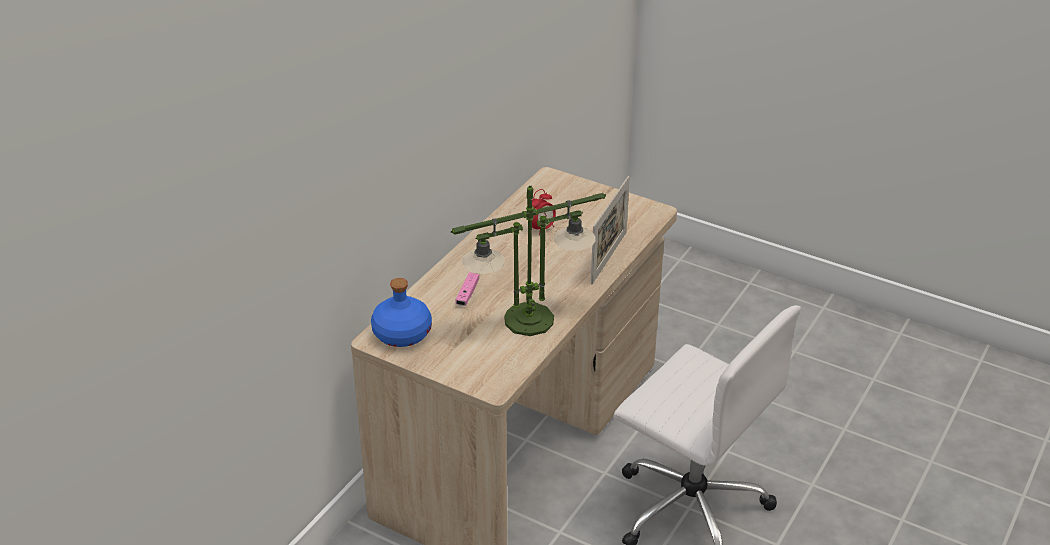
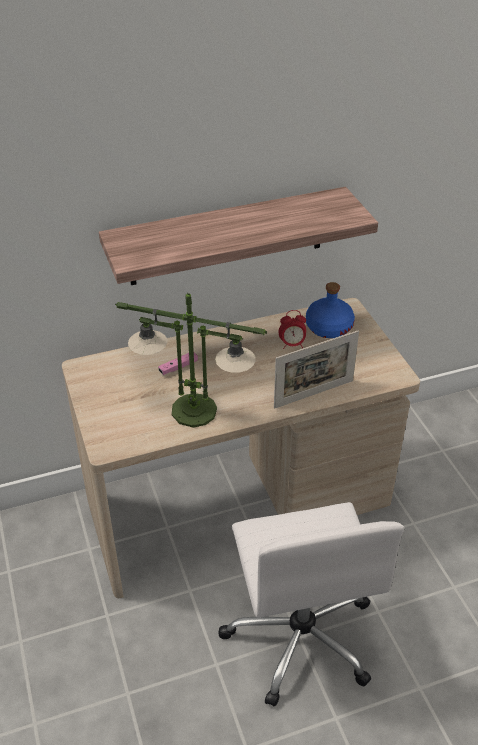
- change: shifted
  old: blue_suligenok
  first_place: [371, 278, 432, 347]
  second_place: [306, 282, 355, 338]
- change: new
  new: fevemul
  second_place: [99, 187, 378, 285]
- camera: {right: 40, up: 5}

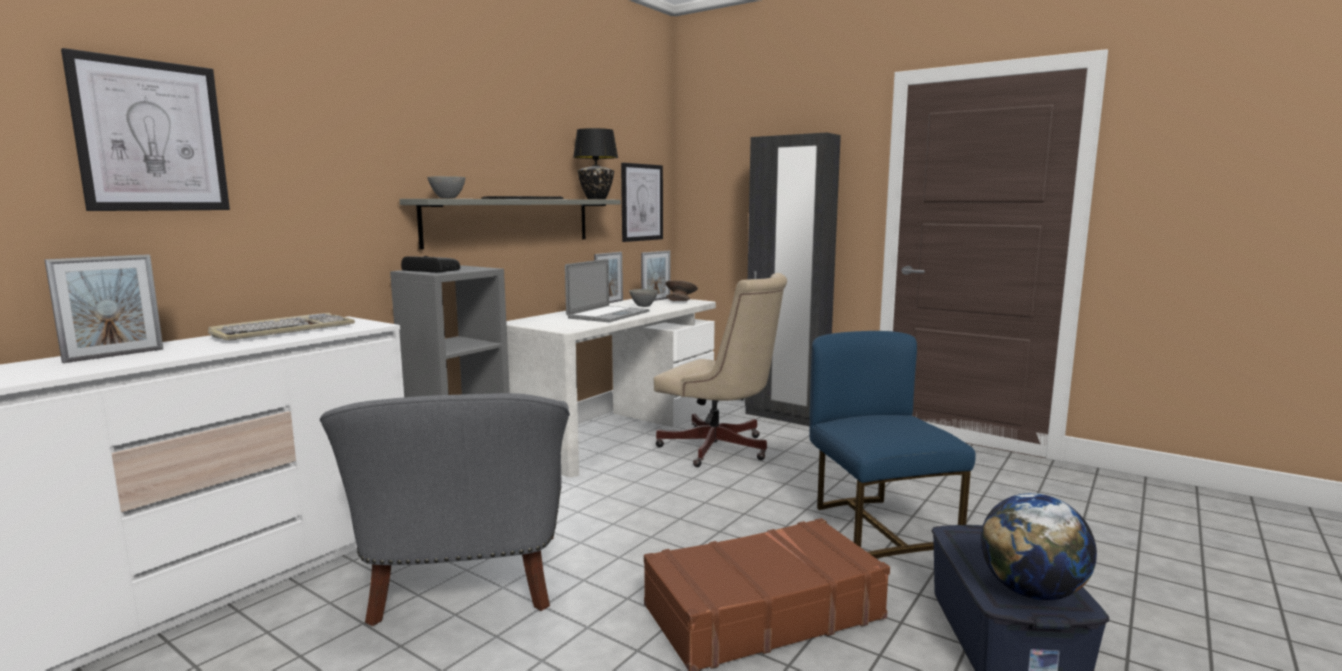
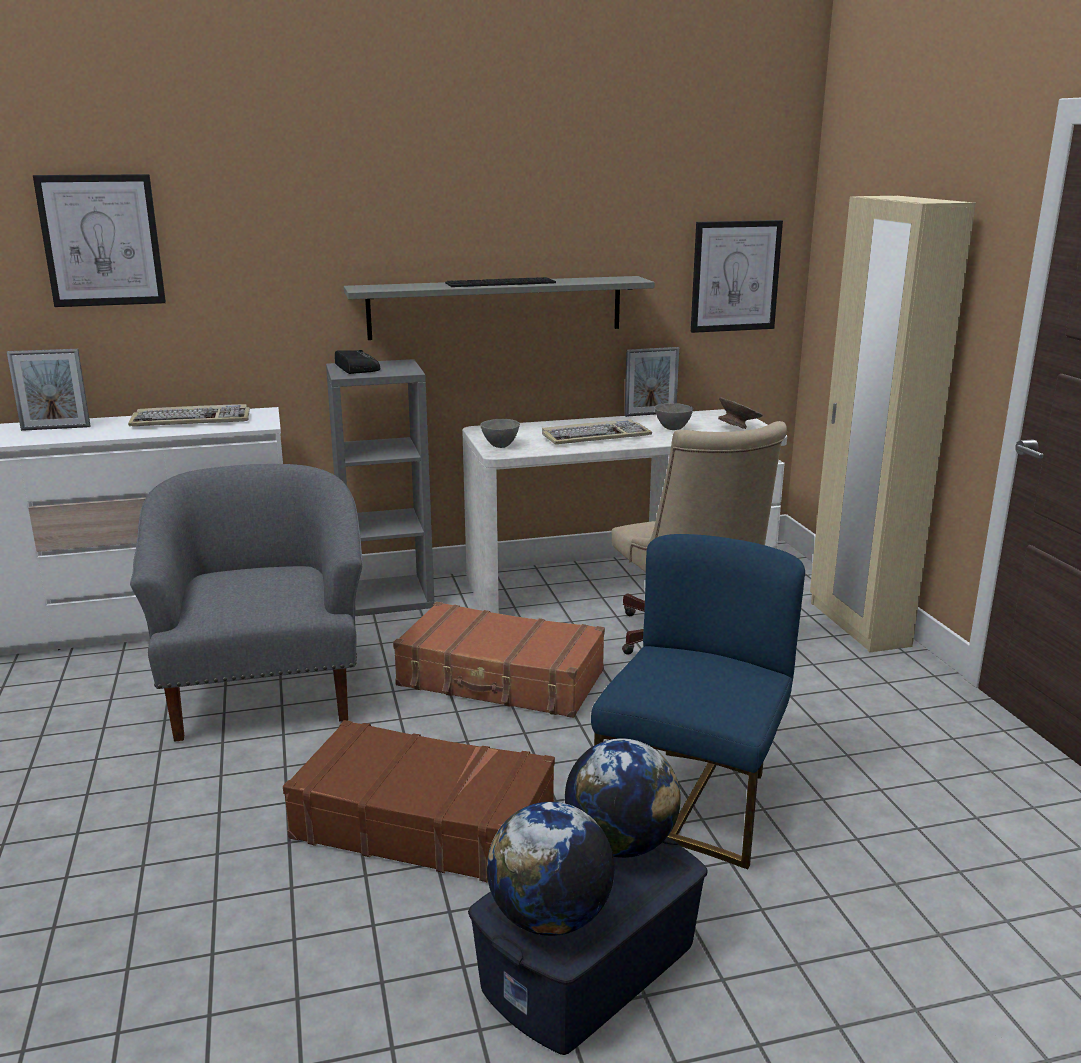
- change: rotated
  old: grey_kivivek
  first_place: [320, 393, 570, 626]
  second_place: [130, 464, 363, 742]
  degrees: 135
- change: shifted
  old: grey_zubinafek
  first_place: [427, 176, 465, 198]
  second_place: [480, 419, 520, 448]
- change: swapped
  old: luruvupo
  new: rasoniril
  first_place: [565, 259, 650, 322]
  second_place: [542, 419, 652, 444]
- change: gone
  old: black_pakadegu
  first_place: [573, 128, 618, 199]
- change: gone
  old: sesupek
  first_place: [641, 251, 671, 301]
- change: repainted
  old: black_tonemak
  new: beige_tonemak
  first_place: [745, 132, 841, 426]
  second_place: [810, 196, 976, 653]
- change: new
  new: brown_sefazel
  second_place: [393, 602, 605, 718]
- change: new
  new: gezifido
  second_place: [565, 738, 681, 858]
- camera: {right: 40, up: 10}

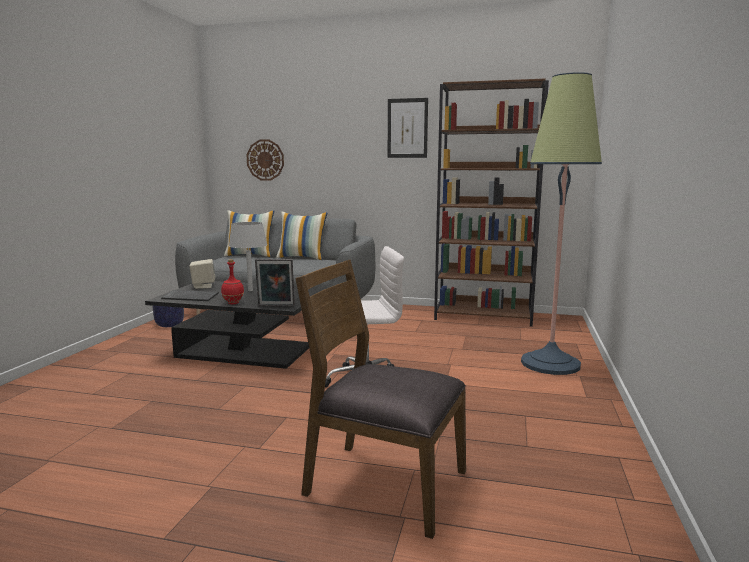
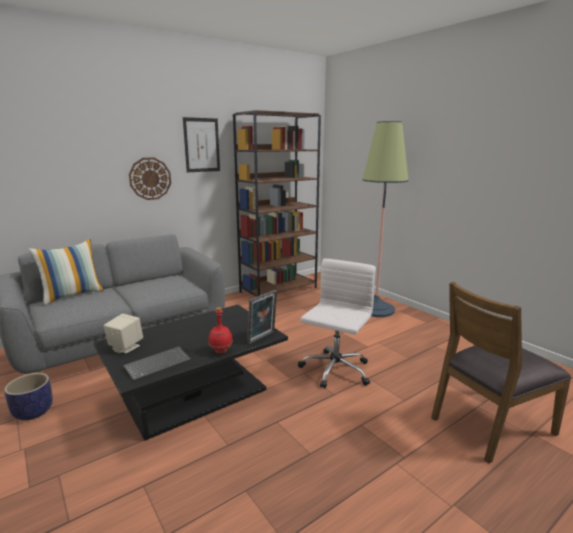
- change: gone
  old: grey_pakadegu
  first_place: [229, 222, 267, 291]
- change: shifted
  old: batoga
  first_place: [247, 140, 284, 181]
  second_place: [129, 158, 171, 200]
- change: gone
  old: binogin
  first_place: [276, 211, 327, 260]
- camera: {right: -50, up: 5}

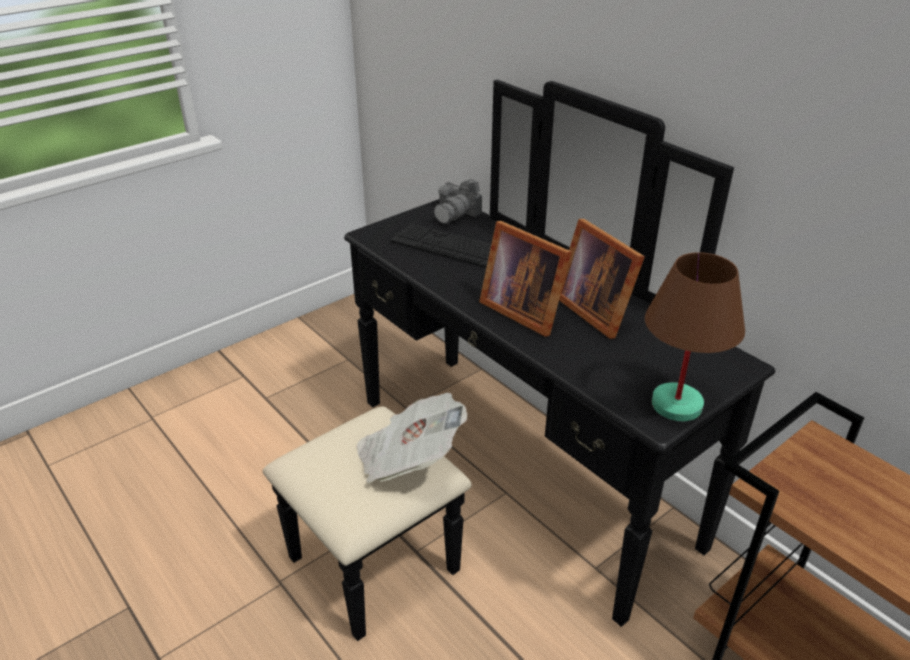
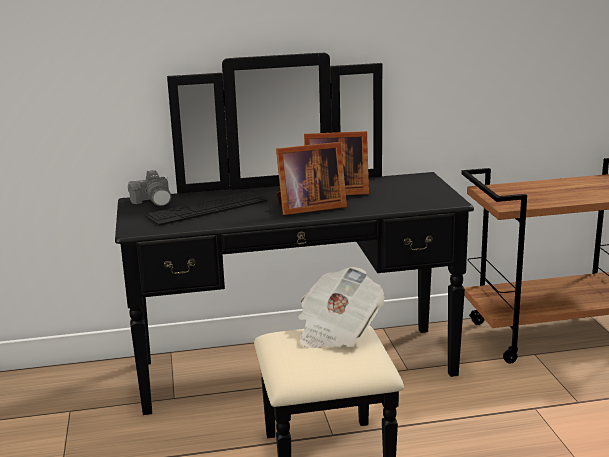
- change: gone
  old: brown_pakadegu
  first_place: [645, 252, 745, 421]
- camera: {right: -60, up: -15}

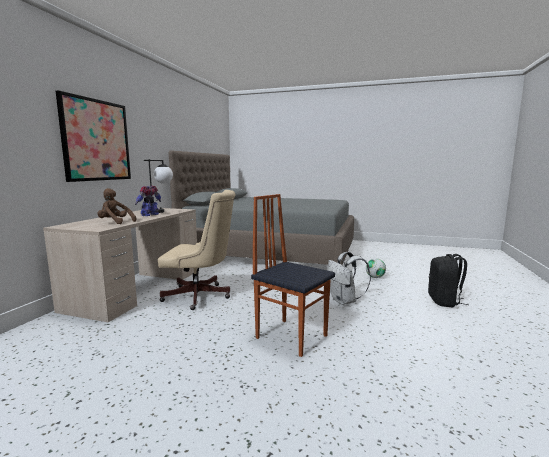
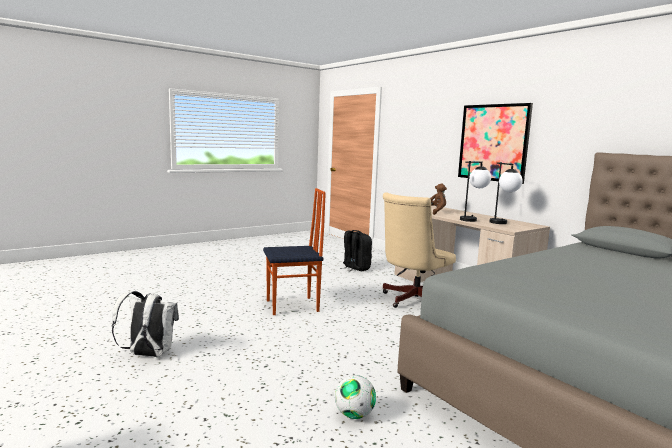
- change: swapped
  old: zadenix
  new: pakadegu
  first_place: [135, 186, 161, 216]
  second_place: [460, 161, 491, 222]
- change: shifted
  old: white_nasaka
  first_place: [327, 252, 371, 305]
  second_place: [112, 291, 179, 357]
- change: shifted
  old: black_nasaka
  first_place: [428, 254, 469, 308]
  second_place: [340, 230, 372, 272]
- camera: {right: 125, up: 0}

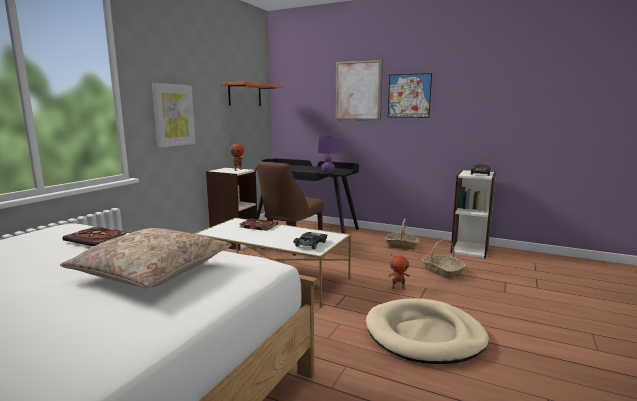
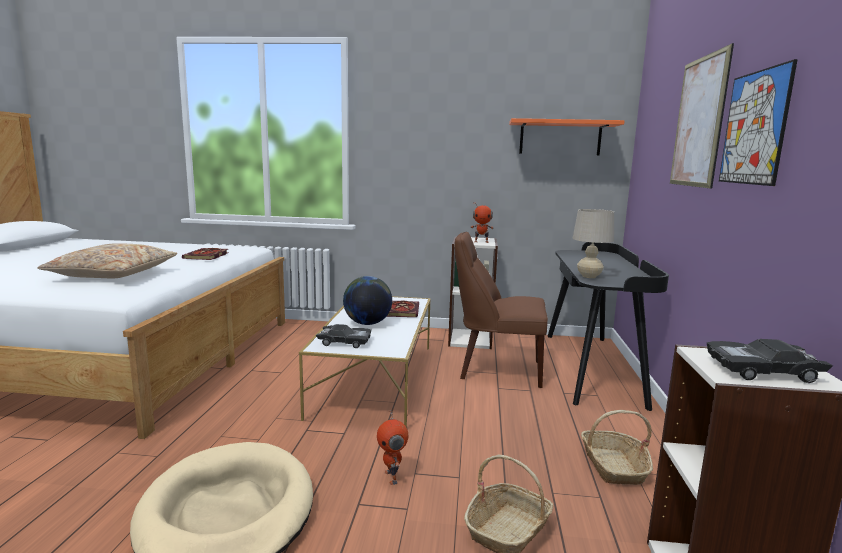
- change: gone
  old: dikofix
  first_place: [152, 83, 196, 148]
- change: repainted
  old: purple_pakadegu
  new: beige_pakadegu
  first_place: [318, 136, 339, 173]
  second_place: [573, 209, 614, 278]
- change: new
  new: gezifido
  second_place: [343, 276, 392, 325]
- camera: {right: 70, up: 0}

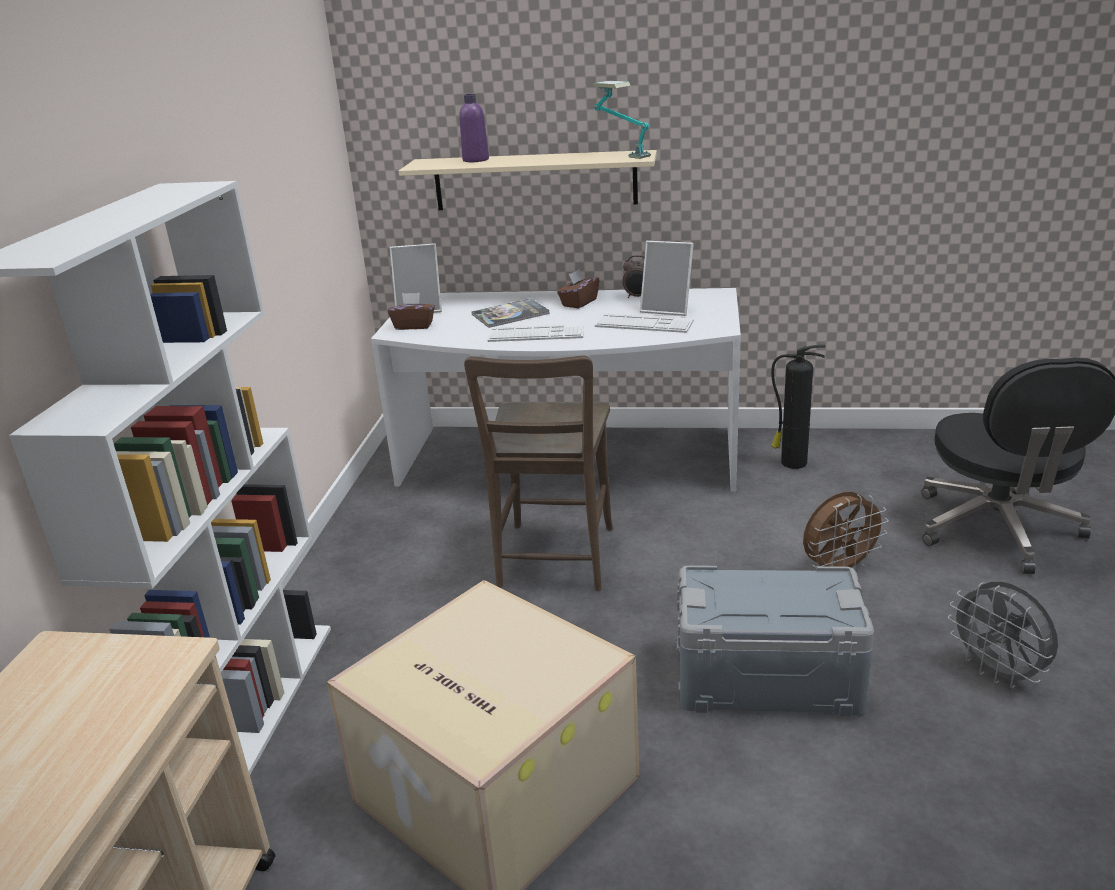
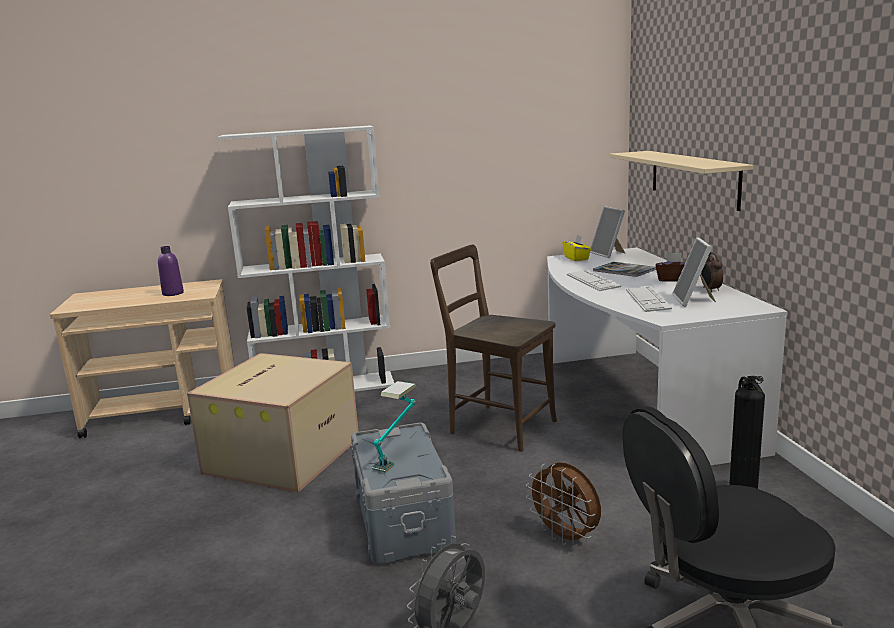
- change: repainted
  old: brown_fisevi
  new: yellow_fisevi
  first_place: [388, 293, 435, 330]
  second_place: [562, 234, 591, 261]
- change: shifted
  old: purple_suligenok
  first_place: [459, 94, 489, 162]
  second_place: [158, 246, 184, 296]
- change: rotated
  old: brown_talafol
  first_place: [464, 356, 613, 591]
  second_place: [430, 245, 557, 452]
  degrees: 45
- change: shifted
  old: pakadegu
  first_place: [593, 81, 651, 159]
  second_place: [372, 381, 417, 473]
- camera: {right: 70, up: -10}

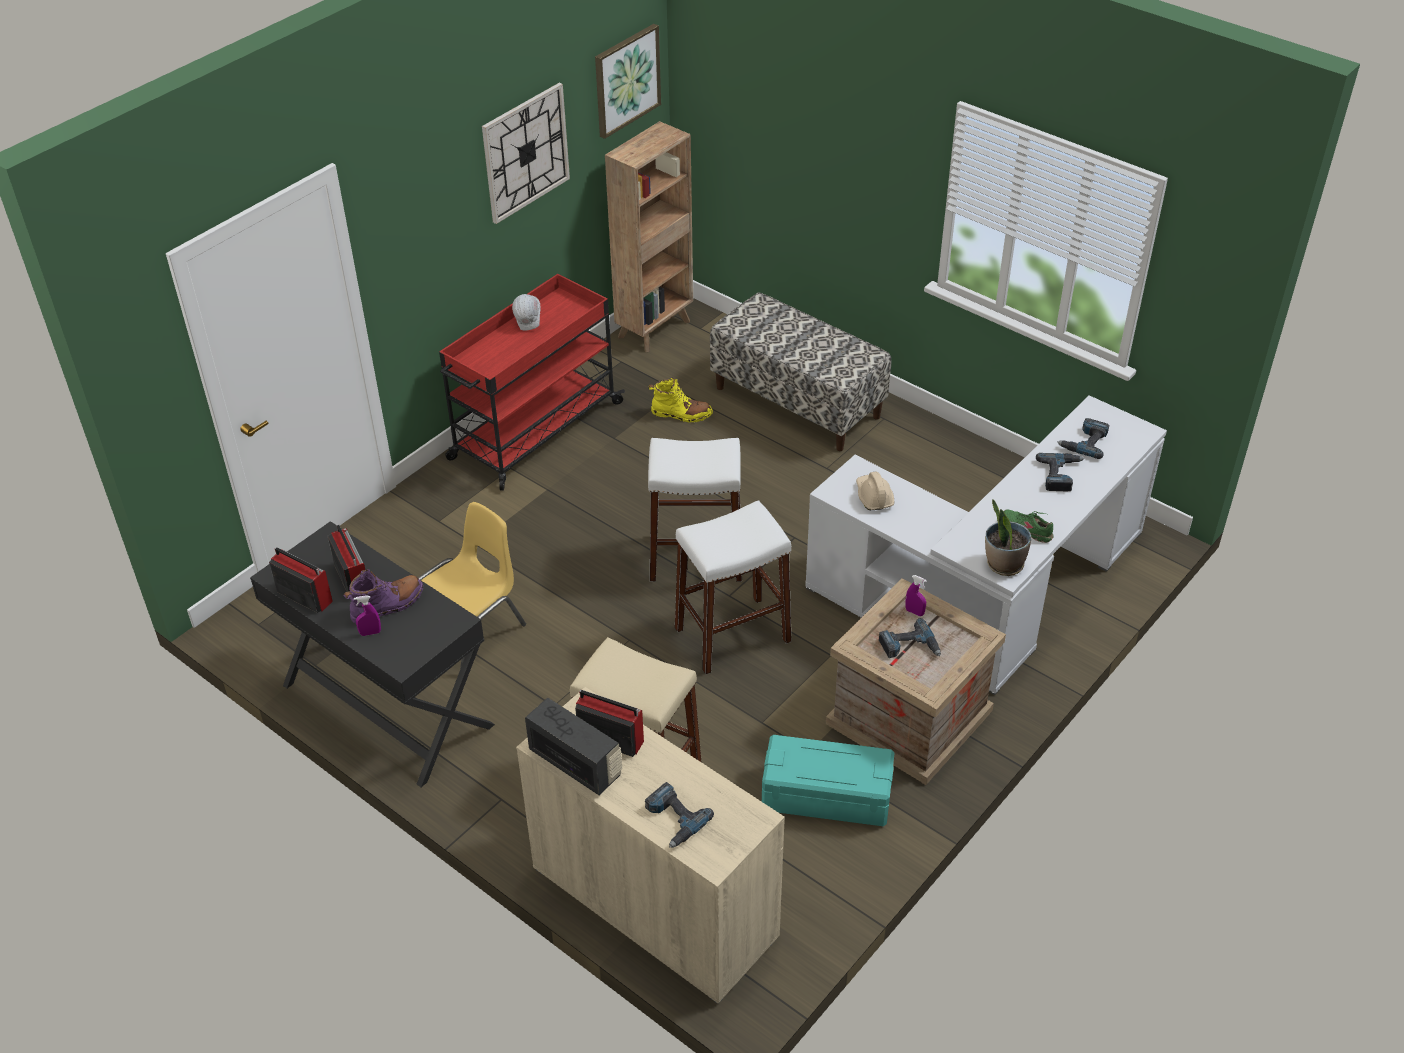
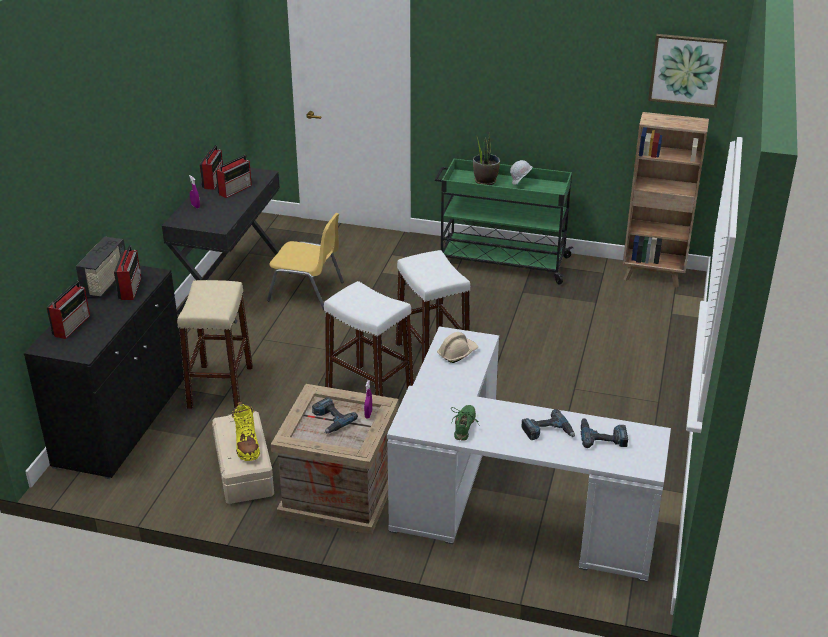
- change: gone
  old: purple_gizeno
  first_place: [343, 569, 423, 624]
- change: repainted
  old: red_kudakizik
  new: green_kudakizik
  first_place: [439, 274, 625, 491]
  second_place: [435, 159, 573, 285]
- change: gone
  old: batoga
  first_place: [482, 83, 570, 224]
- change: repainted
  old: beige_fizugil
  new: black_fizugil
  first_place: [516, 687, 785, 1004]
  second_place: [24, 266, 184, 479]
- change: swapped
  old: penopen
  new: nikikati
  first_place: [645, 782, 714, 848]
  second_place: [46, 281, 90, 339]
- change: shifted
  old: yellow_gizeno
  first_place: [648, 378, 713, 422]
  second_place: [232, 401, 260, 461]
- change: gone
  old: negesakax
  first_place: [710, 293, 891, 451]
- change: repainted
  old: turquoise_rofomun
  new: beige_rofomun
  first_place: [762, 735, 895, 826]
  second_place: [212, 411, 274, 504]
- change: shifted
  old: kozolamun
  first_place: [985, 499, 1031, 576]
  second_place: [473, 136, 500, 185]
- camera: {right: 65, up: -10}

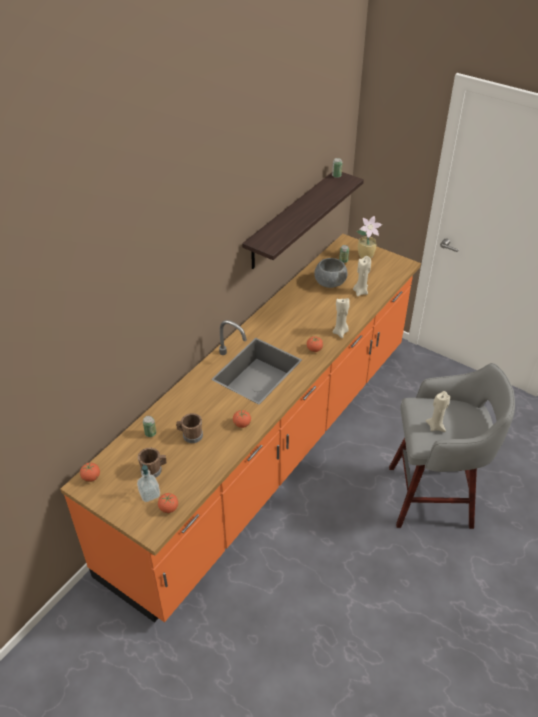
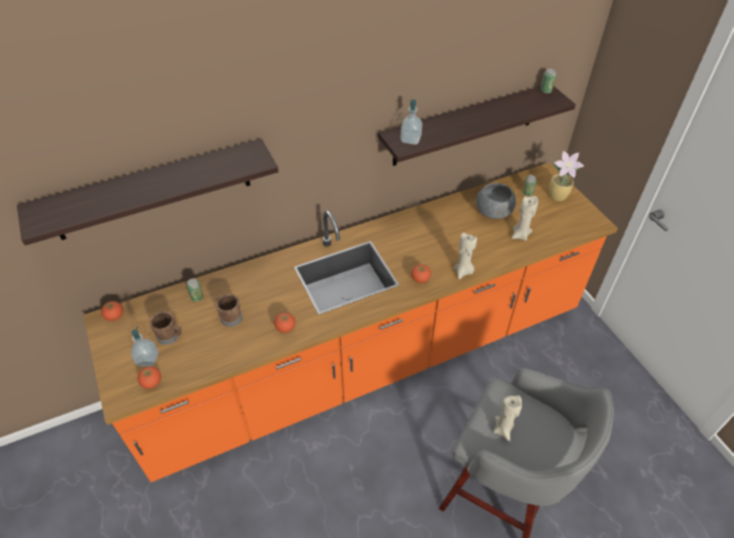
- change: new
  new: fevemul
  second_place: [17, 139, 278, 245]
- change: new
  new: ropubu
  second_place: [400, 99, 422, 145]
- camera: {right: 30, up: 5}

